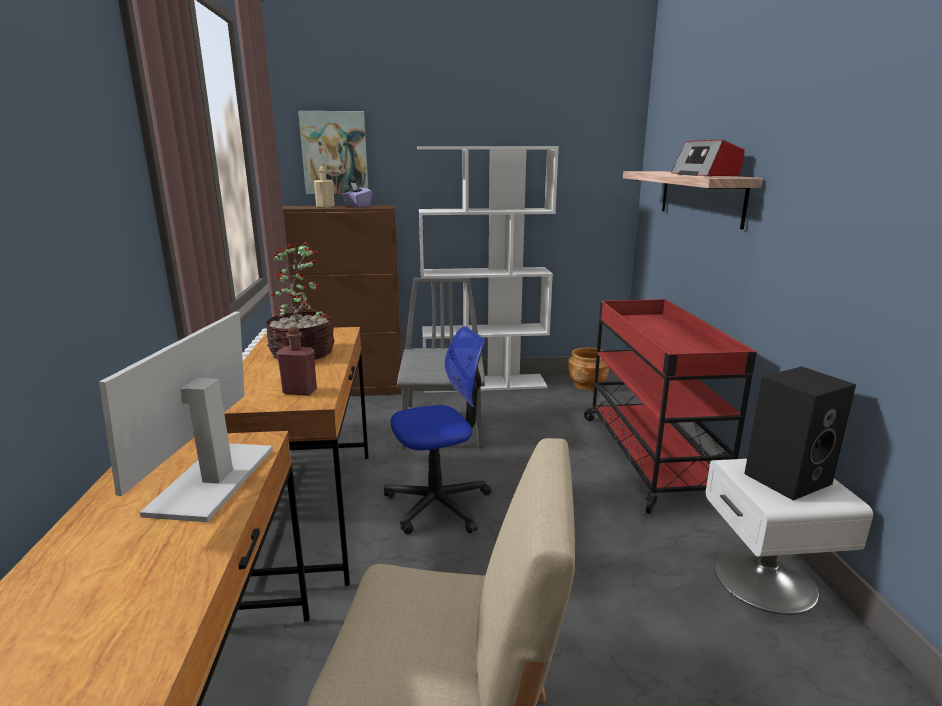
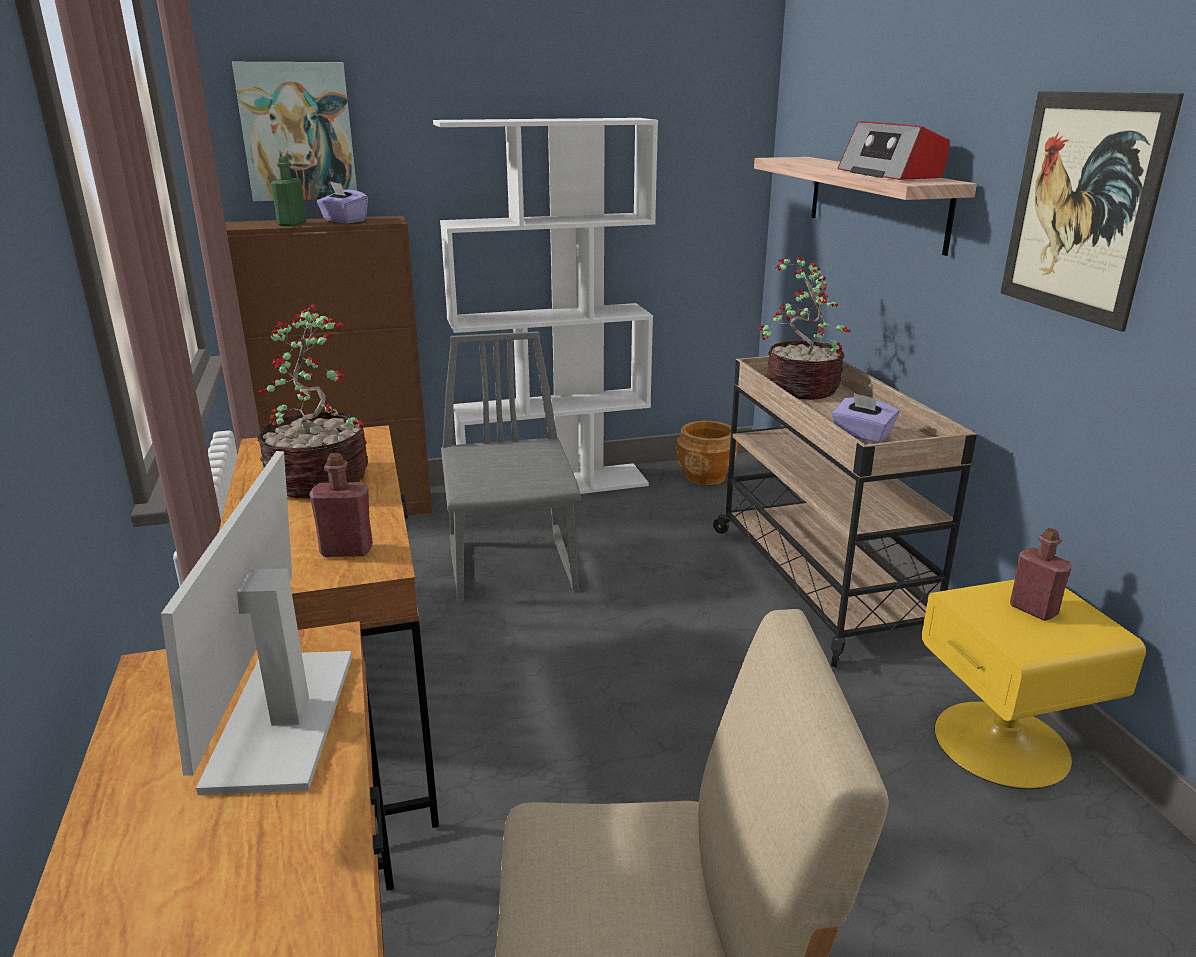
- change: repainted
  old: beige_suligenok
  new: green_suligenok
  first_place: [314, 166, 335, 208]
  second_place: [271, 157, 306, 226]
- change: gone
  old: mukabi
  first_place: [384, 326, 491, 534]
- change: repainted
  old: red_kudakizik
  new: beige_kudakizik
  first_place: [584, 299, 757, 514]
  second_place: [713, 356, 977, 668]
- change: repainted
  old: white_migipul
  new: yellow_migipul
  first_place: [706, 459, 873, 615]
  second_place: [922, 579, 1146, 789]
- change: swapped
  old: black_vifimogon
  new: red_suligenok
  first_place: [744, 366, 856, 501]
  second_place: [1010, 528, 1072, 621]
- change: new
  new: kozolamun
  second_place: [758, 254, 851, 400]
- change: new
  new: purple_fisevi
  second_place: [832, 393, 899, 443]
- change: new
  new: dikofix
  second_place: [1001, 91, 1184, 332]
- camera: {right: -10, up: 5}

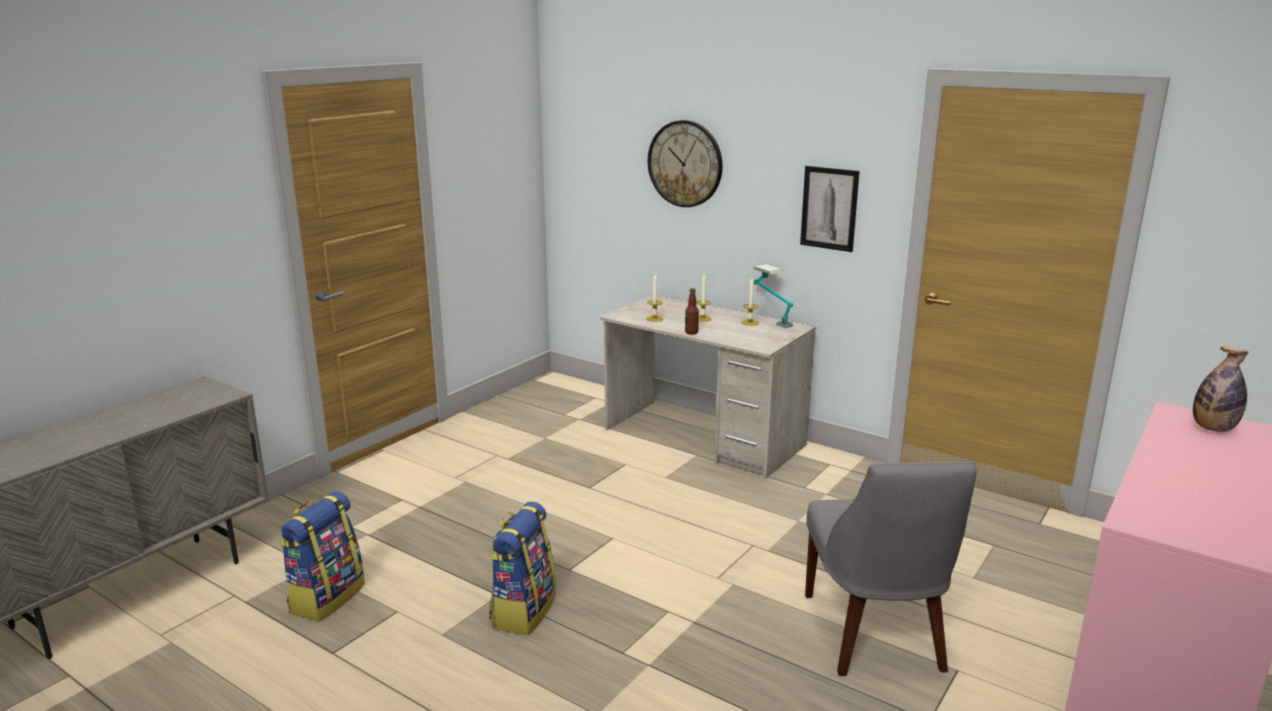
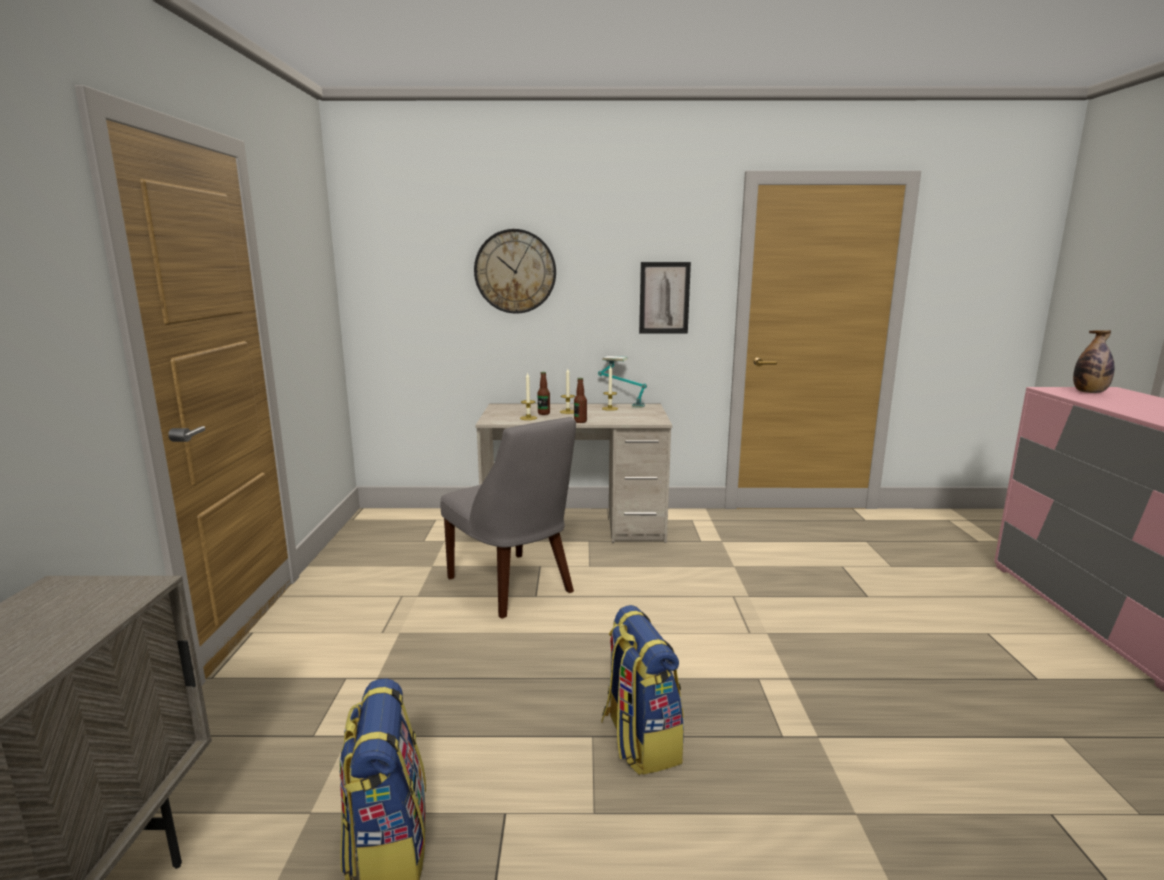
- change: shifted
  old: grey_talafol
  first_place: [805, 462, 977, 676]
  second_place: [441, 417, 576, 618]
- change: new
  new: suligenok
  second_place: [538, 372, 550, 415]
- camera: {right: -35, up: -5}

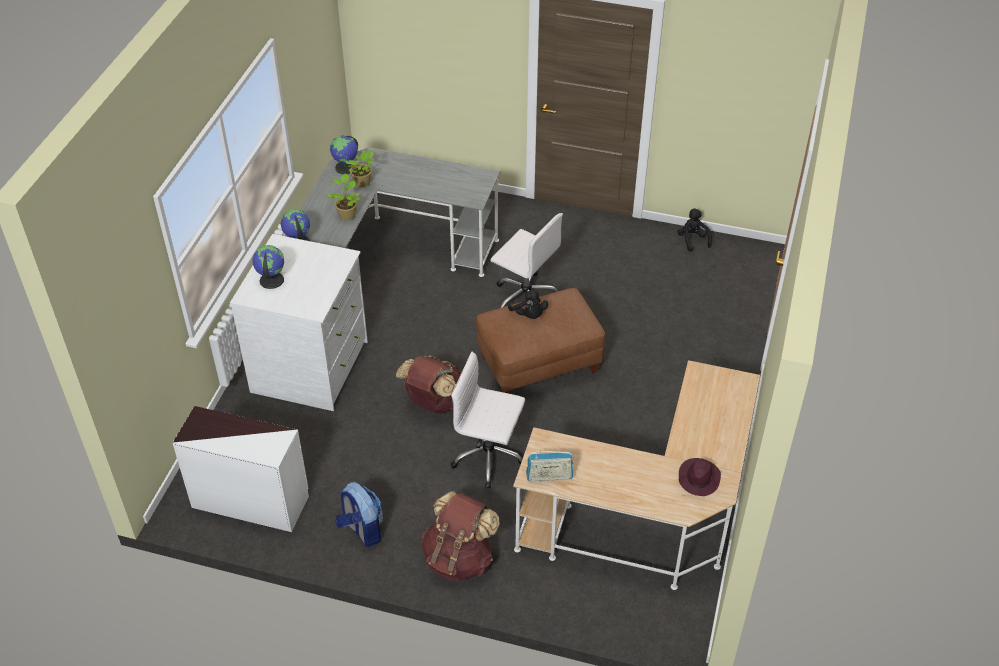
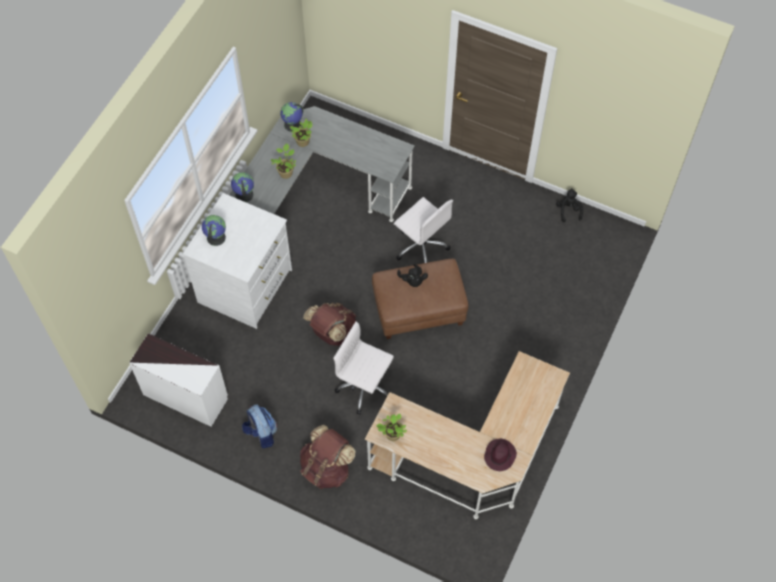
- change: swapped
  old: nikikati
  new: kozolamun
  first_place: [526, 451, 573, 481]
  second_place: [376, 414, 407, 441]
- camera: {right: 10, up: 15}

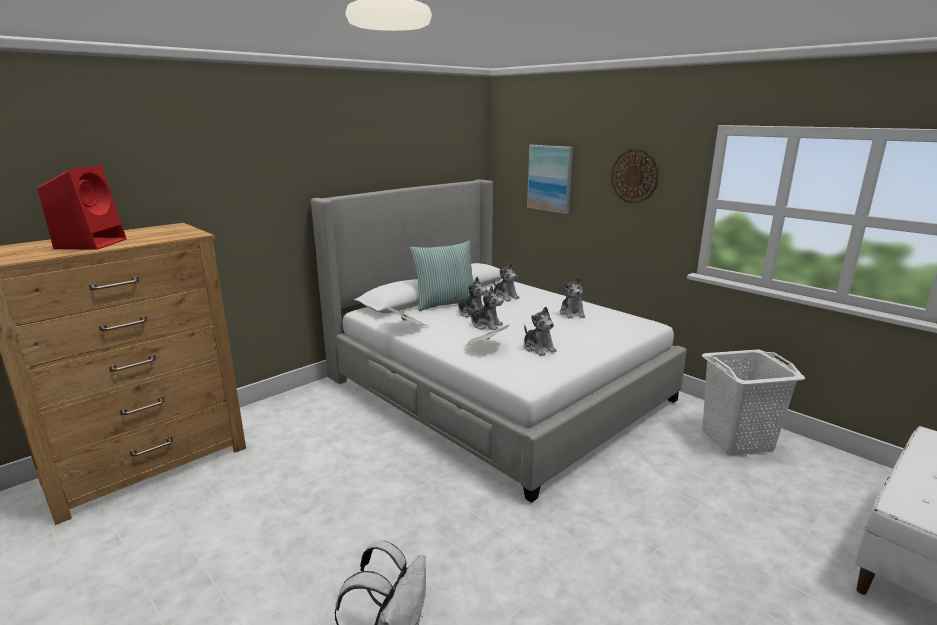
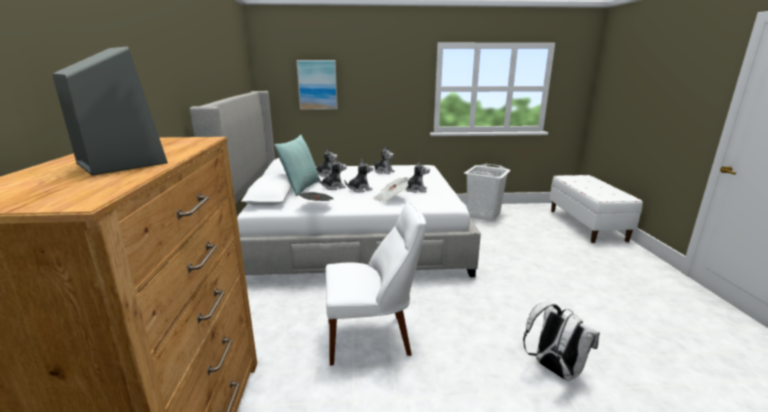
- change: repainted
  old: red_vifimogon
  new: grey_vifimogon
  first_place: [38, 165, 127, 250]
  second_place: [52, 47, 168, 176]
- change: gone
  old: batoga
  first_place: [611, 149, 659, 204]
- change: new
  new: white_talafol
  second_place: [326, 202, 426, 366]
- camera: {right: -50, up: 0}

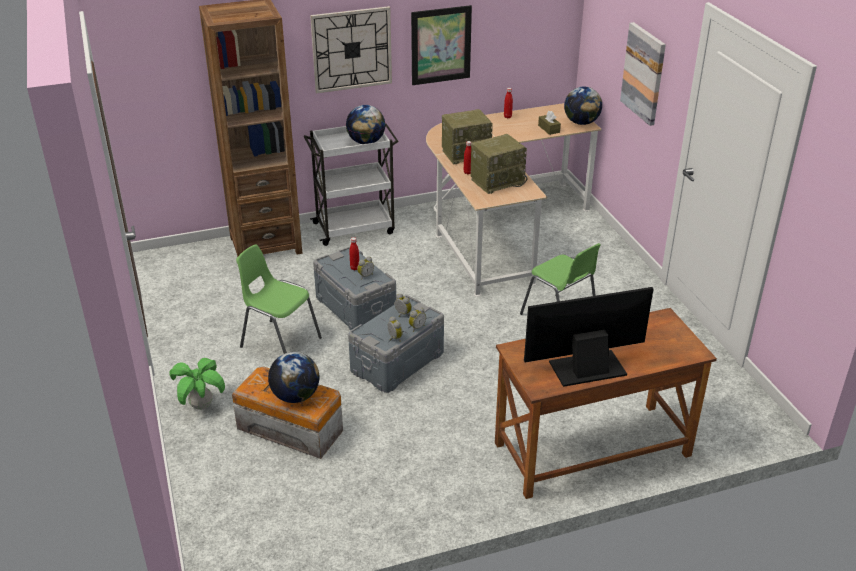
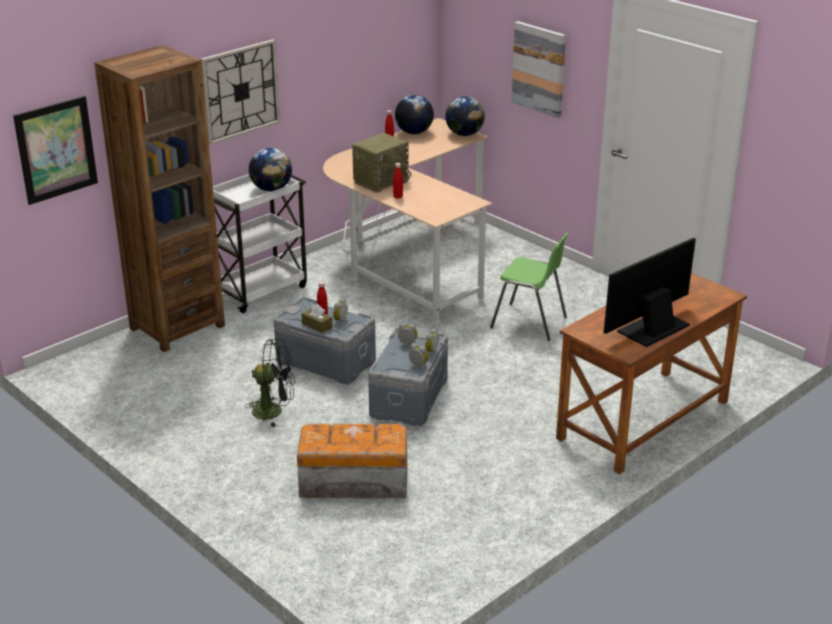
- change: gone
  old: kozolamun
  first_place: [169, 358, 225, 410]
- change: swapped
  old: green_talafol
  new: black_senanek
  first_place: [236, 244, 322, 354]
  second_place: [245, 339, 295, 427]
- change: shifted
  old: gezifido
  first_place: [268, 352, 319, 403]
  second_place: [395, 95, 434, 134]
- change: shifted
  old: dikofix
  first_place: [411, 5, 472, 85]
  second_place: [13, 96, 98, 205]
- change: gone
  old: nikikati
  first_place: [471, 134, 527, 194]
- change: shifted
  old: brown_fisevi
  first_place: [538, 111, 561, 135]
  second_place: [301, 304, 332, 333]
- camera: {right: -25, up: -5}

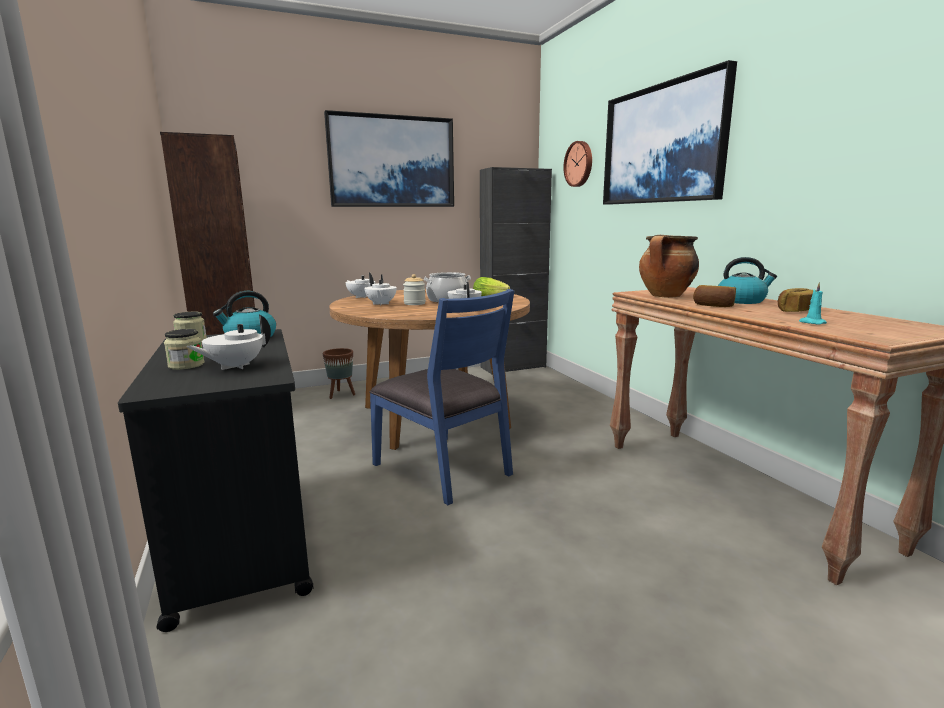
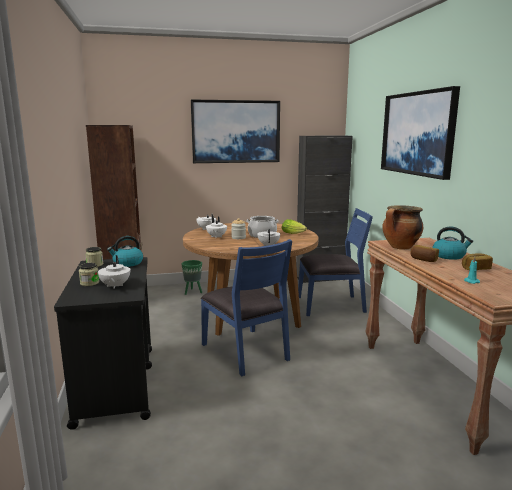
- change: rotated
  old: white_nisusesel
  first_place: [186, 315, 271, 370]
  second_place: [98, 255, 130, 289]
  degrees: -60
- change: repainted
  old: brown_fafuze
  new: green_fafuze
  first_place: [323, 348, 355, 399]
  second_place: [182, 260, 202, 295]
- change: gone
  old: batoga
  first_place: [563, 141, 592, 187]
- change: new
  new: blue_talafol
  second_place: [298, 208, 373, 316]
- camera: {right: 10, up: 0}

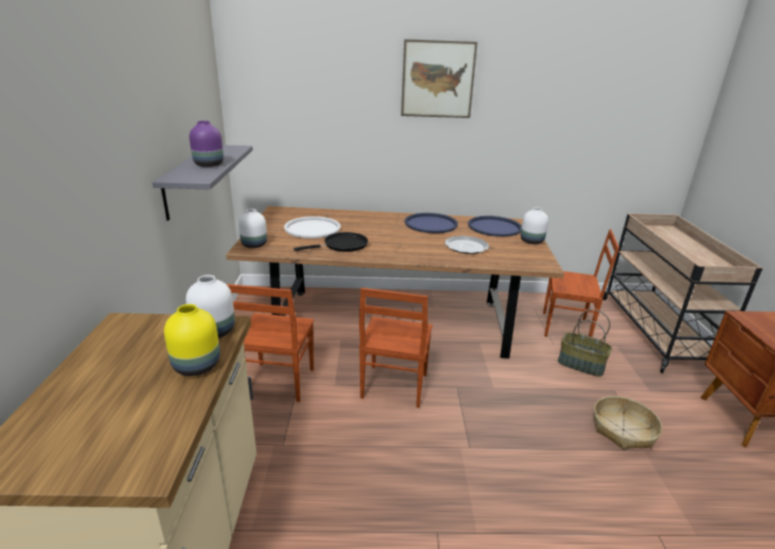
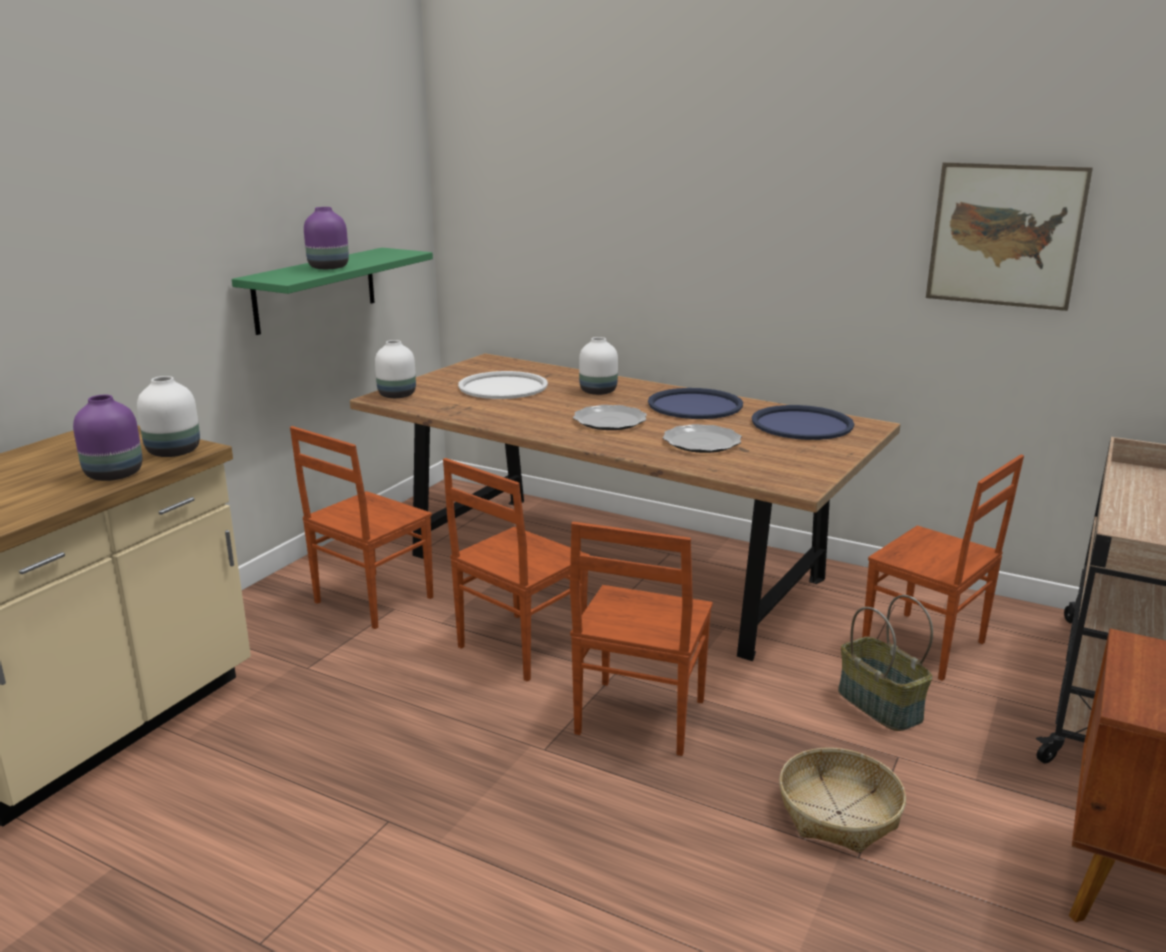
- change: repainted
  old: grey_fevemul
  new: green_fevemul
  first_place: [152, 145, 253, 221]
  second_place: [232, 248, 433, 335]
- change: repainted
  old: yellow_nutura
  new: purple_nutura
  first_place: [164, 304, 220, 376]
  second_place: [73, 395, 142, 481]
- change: gone
  old: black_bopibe
  first_place: [294, 232, 368, 252]
- change: shifted
  old: dikofix
  first_place: [401, 39, 478, 118]
  second_place: [926, 162, 1093, 311]
- change: shifted
  old: white_nutura
  first_place: [521, 207, 548, 244]
  second_place: [579, 337, 618, 395]
- change: new
  new: brown_talafol
  second_place: [570, 522, 713, 756]
- change: new
  new: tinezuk
  second_place: [573, 405, 647, 430]
- camera: {right: 30, up: -5}

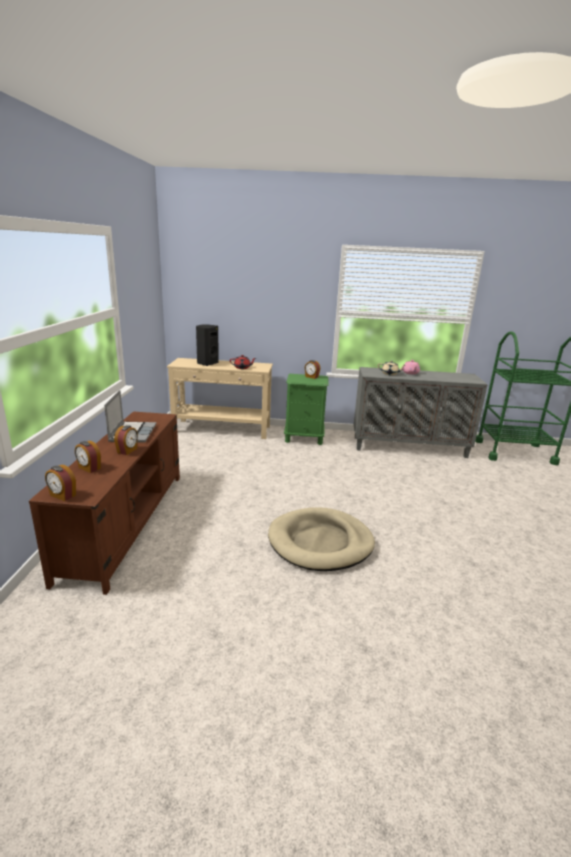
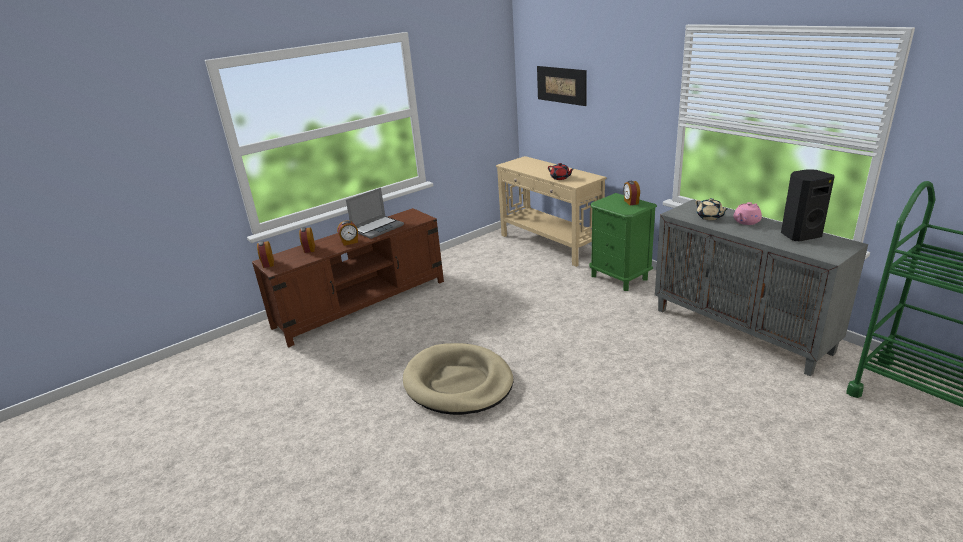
- change: shifted
  old: black_vifimogon
  first_place: [196, 324, 219, 366]
  second_place: [781, 169, 834, 241]
- change: new
  new: dikofix
  second_place: [537, 66, 587, 106]
- camera: {right: 50, up: 5}

